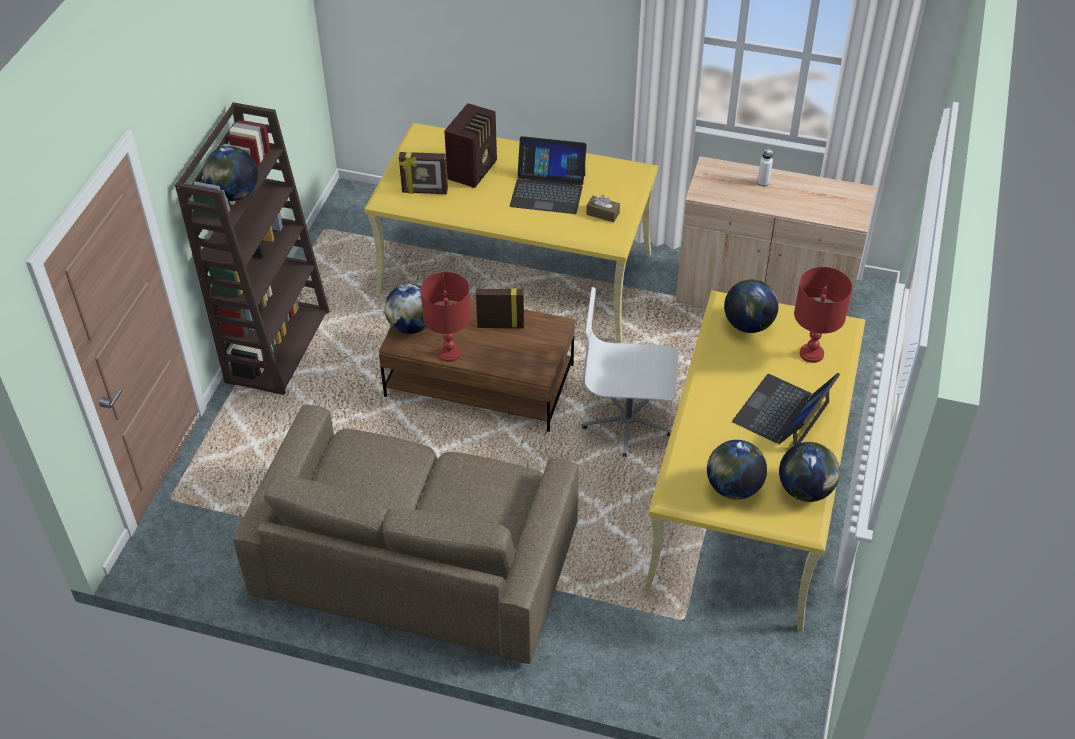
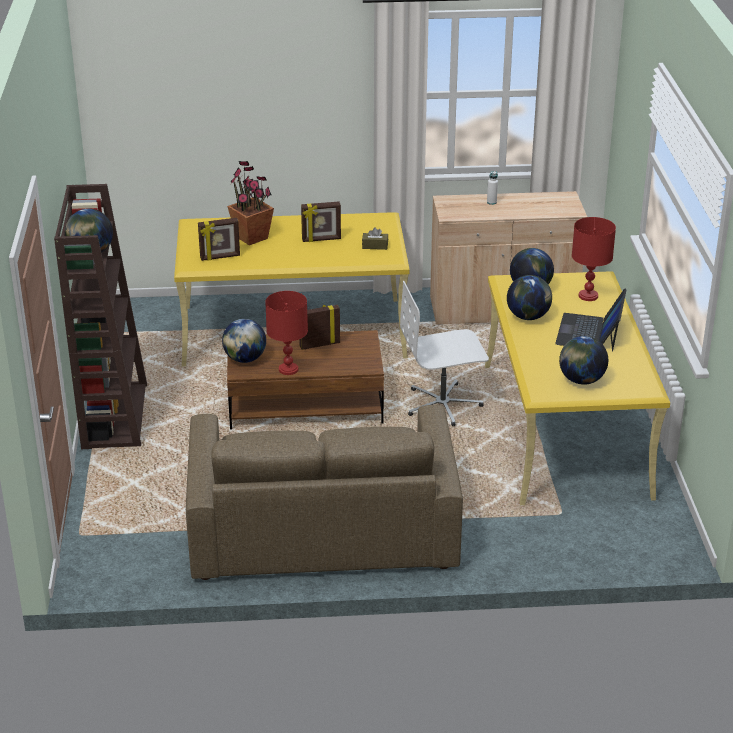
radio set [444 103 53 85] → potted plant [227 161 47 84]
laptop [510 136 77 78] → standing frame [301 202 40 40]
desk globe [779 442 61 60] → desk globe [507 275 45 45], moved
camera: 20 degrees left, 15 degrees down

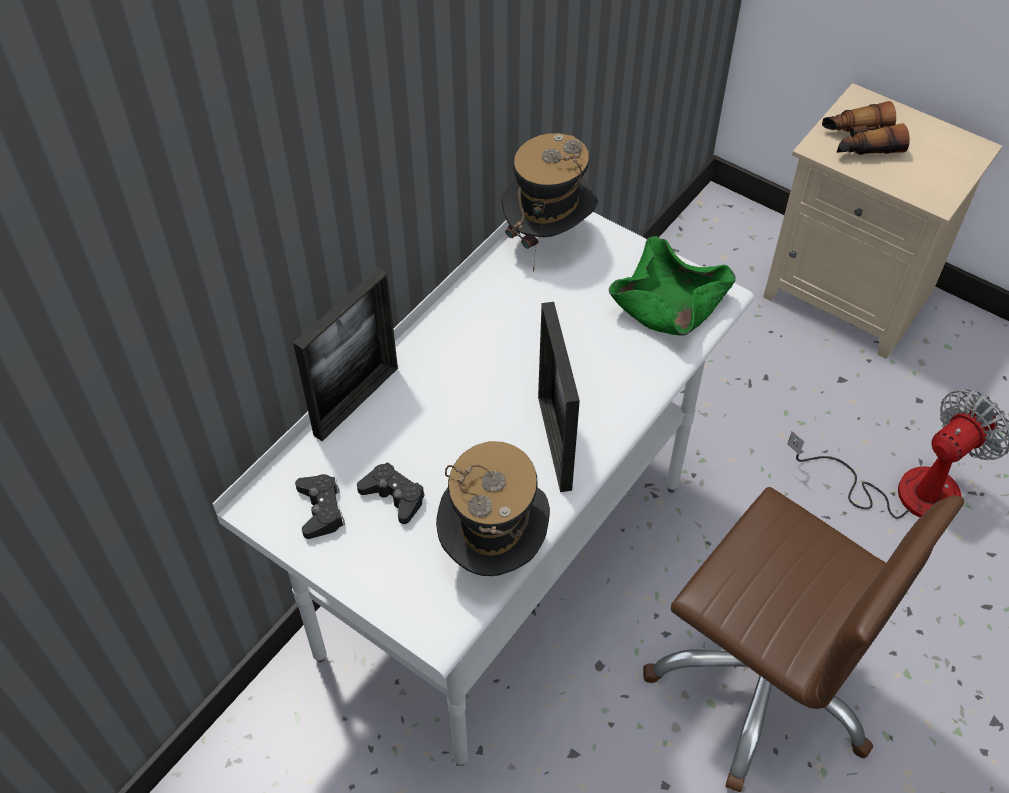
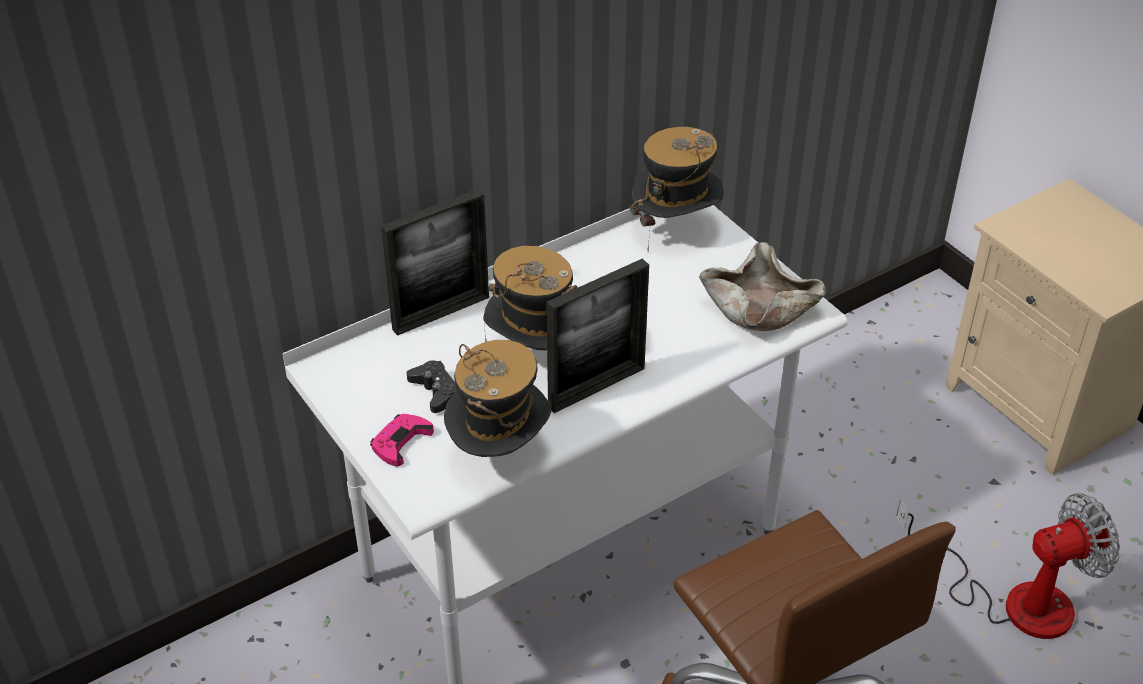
- → gamepad (pink) [370 414 64 53]
- → wearable hat [483 246 95 104]
standing frame [538 302 42 190] → standing frame [546 259 103 154], 135 degrees counterclockwise
deep dish (green) [609 236 127 100] → deep dish (beige-coloured) [699 242 127 89]
gamepad (black) [295 474 50 65] → -
binoculars [822 101 88 54] → -
camera: 20 degrees right, 10 degrees down

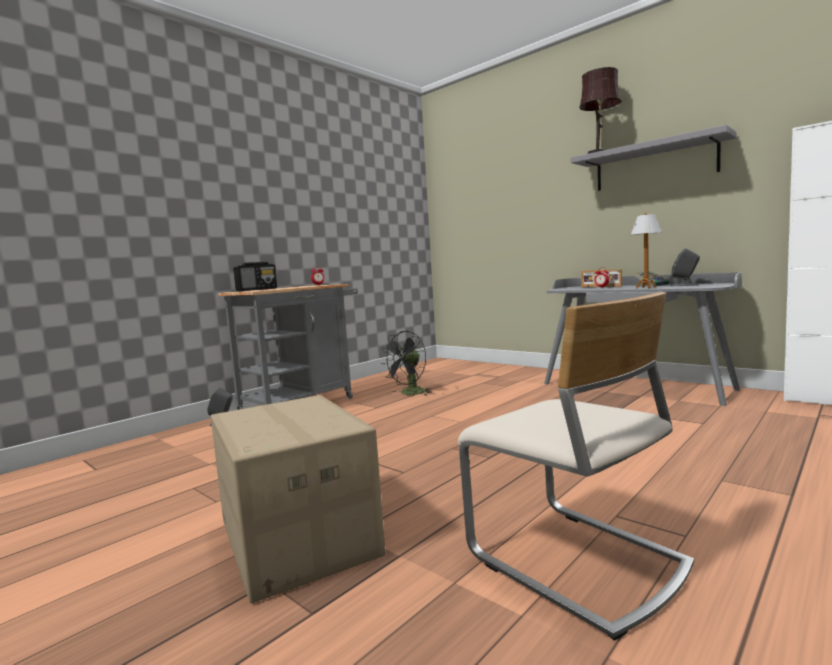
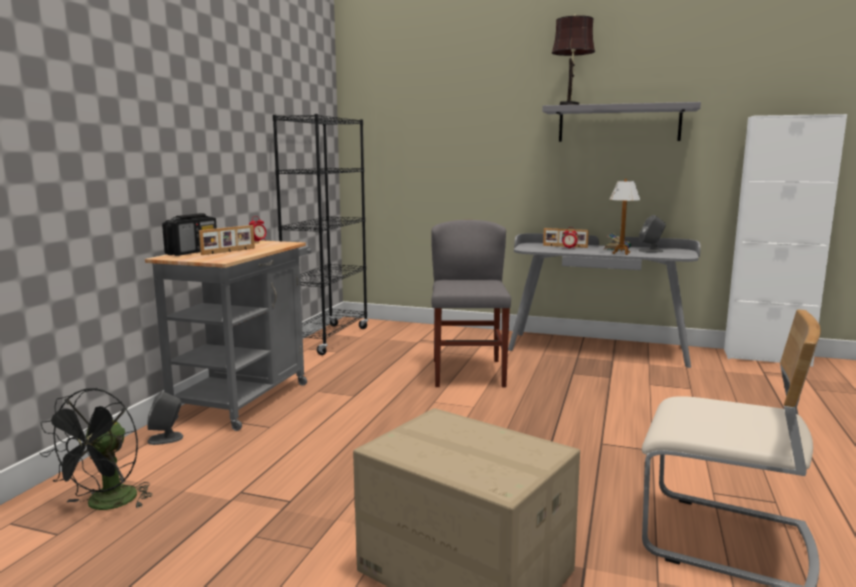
cooling fan (black) [381 331 51 64] → cooling fan (black) [39 388 114 122], moved
- → standing frame [199 225 56 30]
- → shelving unit (black) [273 114 95 241]
- → upright chair (gray) [431 220 80 167]
camera: 25 degrees left, 5 degrees up

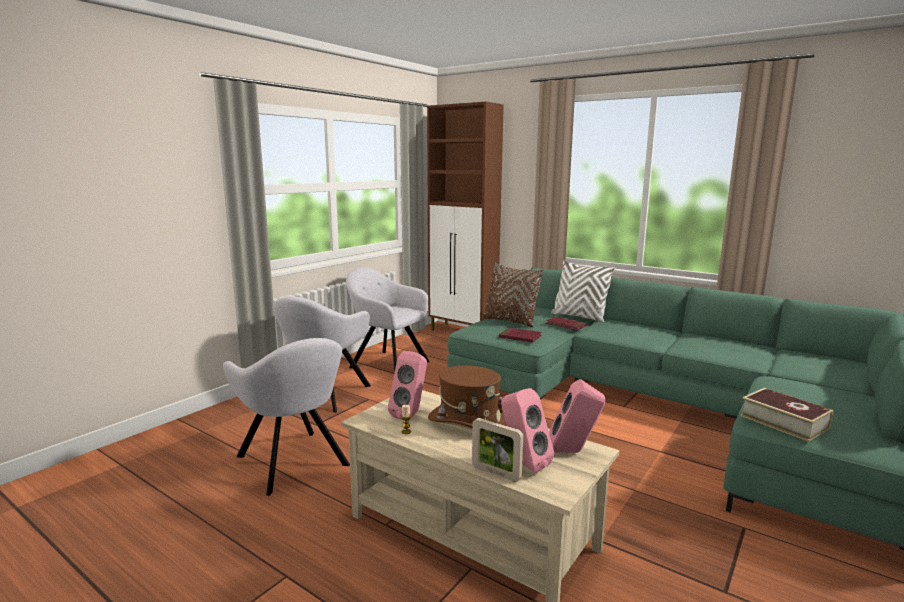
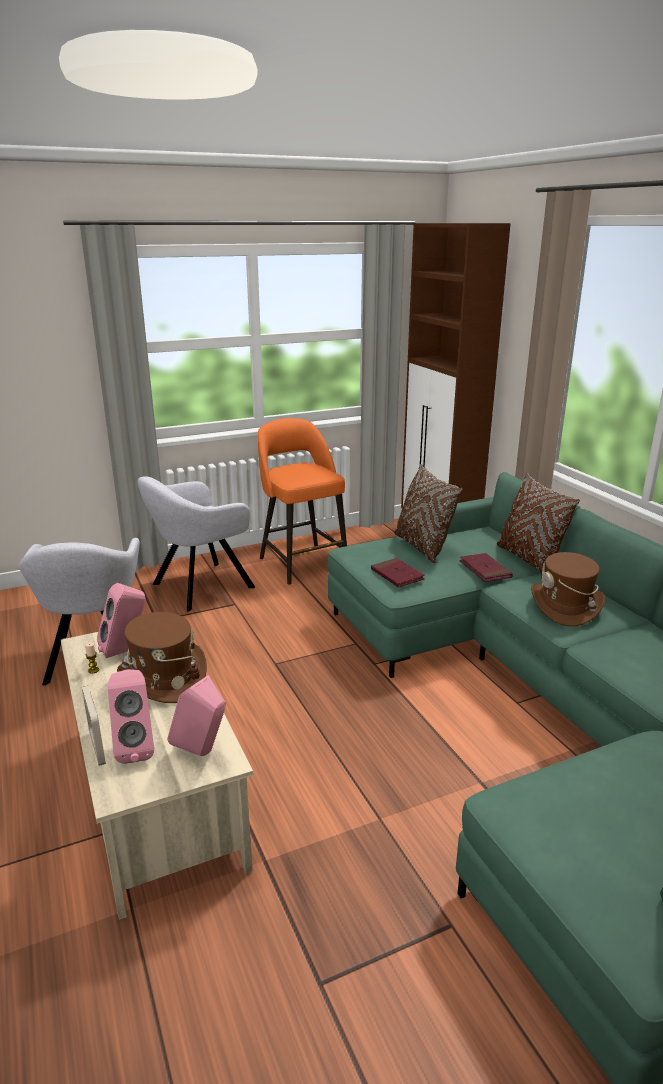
armchair (gray) [346 267 84 106] → stool seat (orange) [258 418 89 167]
cushion (whitish) [551 260 64 62] → cushion (brown) [497 473 83 101]
- → wearable hat (brown) [531 552 74 74]
volume [740 388 93 54] → -
camera: 30 degrees right, 10 degrees up

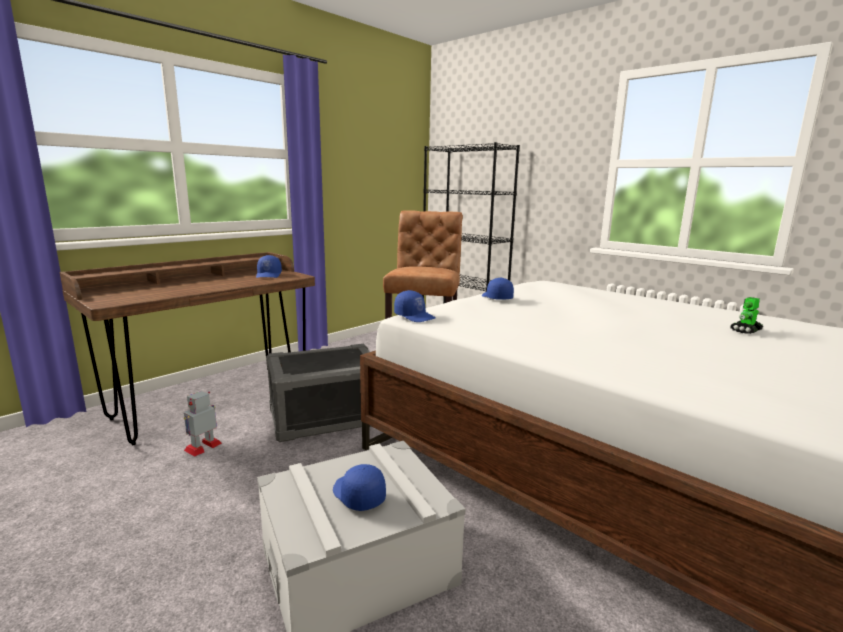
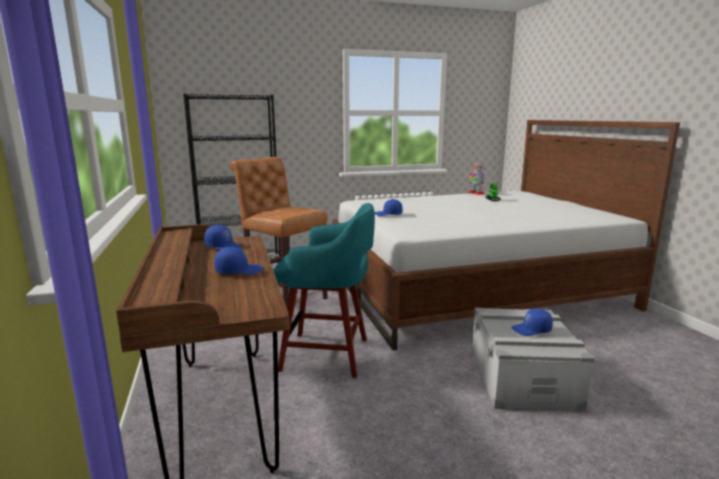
peaked cap (blue-coloured) [394 290 42 32] → peaked cap (blue-coloured) [214 247 49 28], moved
storage box (gray) [266 344 106 98] → stool seat (turquoise) [273 203 102 175]
robot figure [184 391 38 66] → robot figure [468 163 17 32], moved
camera: 60 degrees left, 0 degrees up

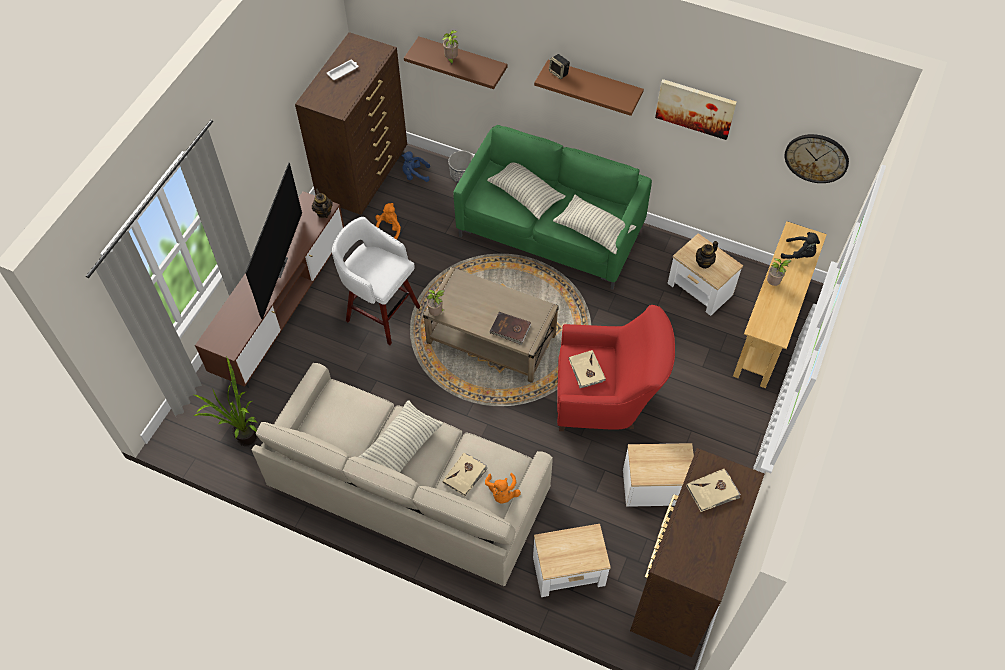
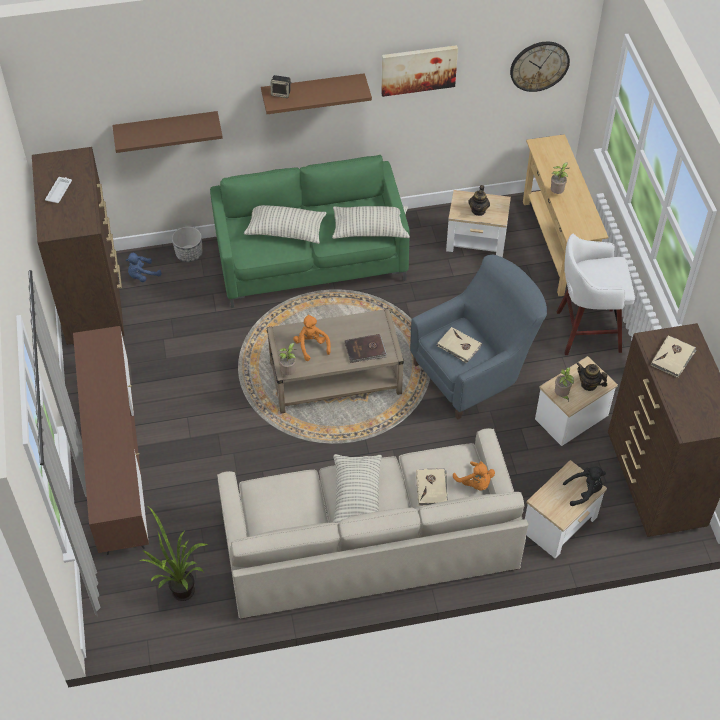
cuddly toy (orange) [376 203 25 37] → cuddly toy (orange) [293 314 38 47], moved
armchair (red-coloured) [557 305 118 126] → armchair (blue-coloured) [410 254 137 166]
potted plant [442 30 16 36] → potted plant [555 367 19 35], moved
stool seat (whitish) [332 217 88 128] → stool seat (whitish) [557 234 78 121], moved
cuddly toy (black) [781 232 39 27] → cuddly toy (black) [563 466 43 40], moved
teapot [312 188 21 30] → teapot [577 362 30 29], moved
TV [245 163 57 156] → -
camera: 35 degrees left, 5 degrees down

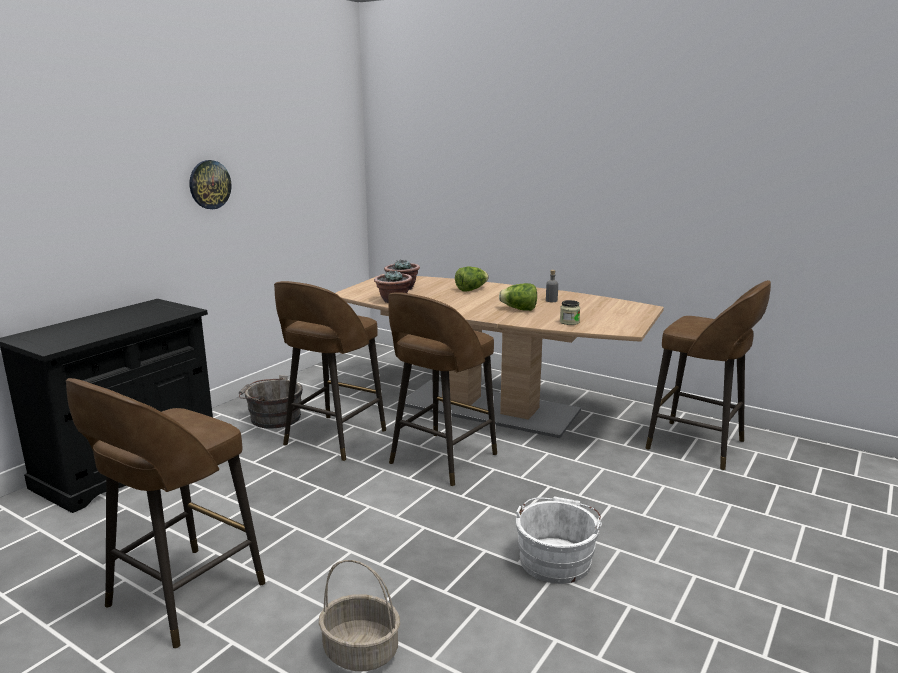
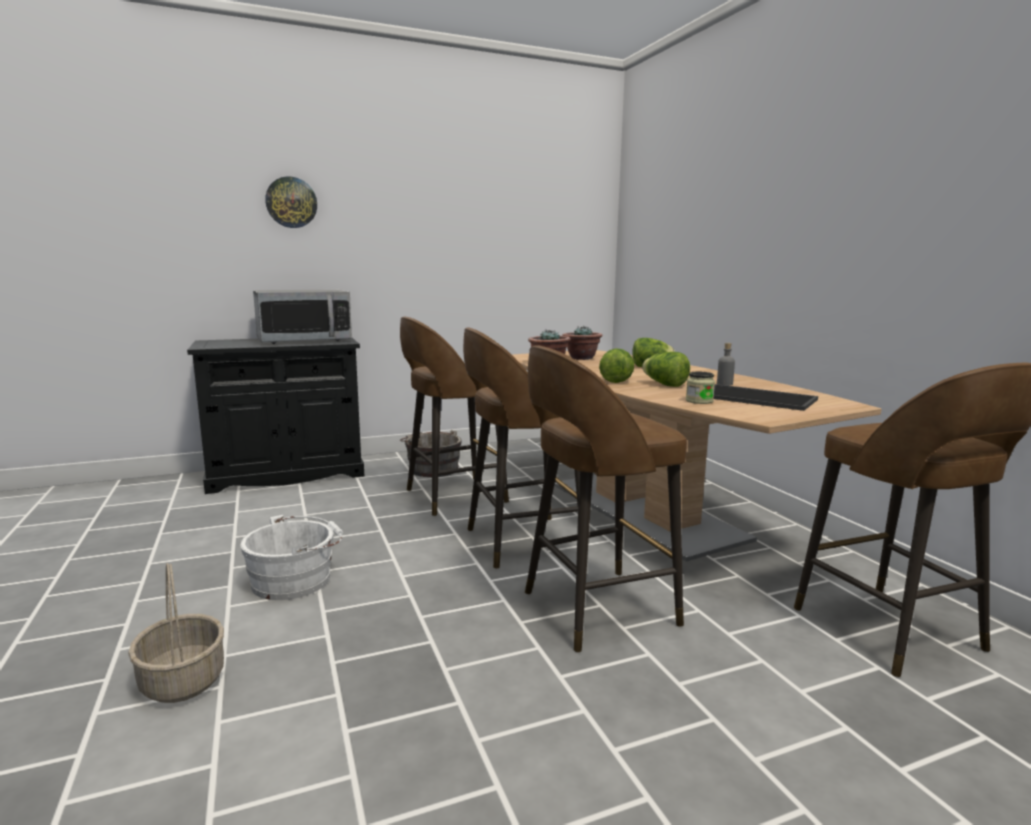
water bucket (whitish) [516 497 86 87] → water bucket (whitish) [240 515 103 85], moved
- → microwave oven [253 290 99 54]
clock on the wall [189 160 42 49] → clock on the wall [265 176 52 52], moved
stool seat (brown) [66 378 199 271] → stool seat (brown) [525 345 162 308], moved
- → lettuce head [599 348 35 35]
- → tray [714 384 104 27]
camera: 35 degrees right, 5 degrees down

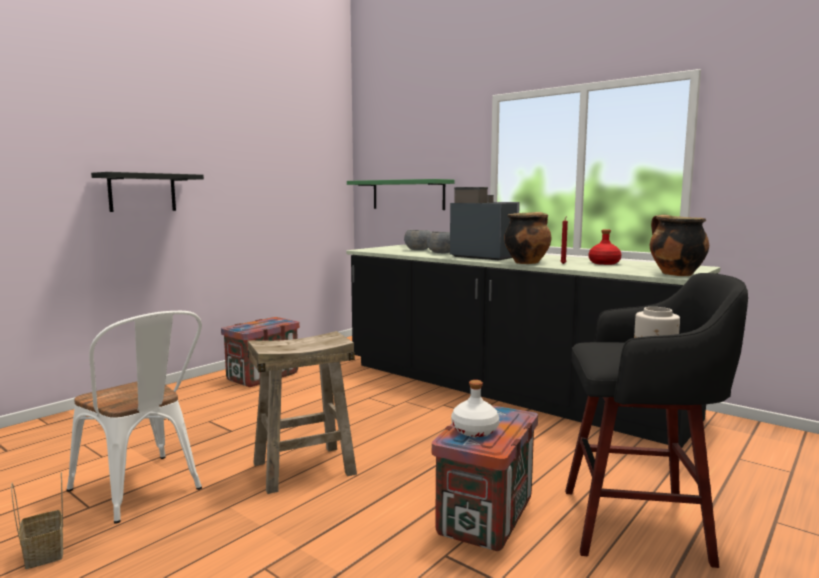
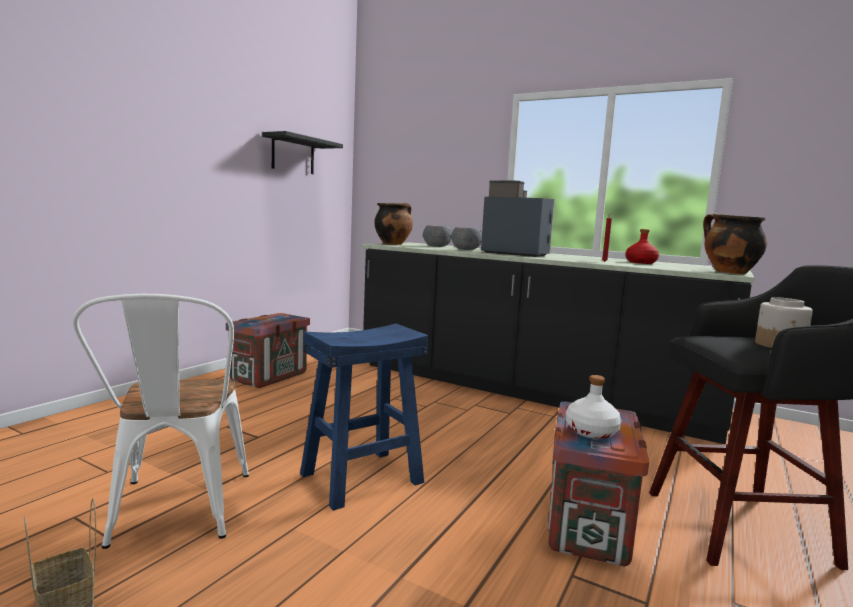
upright chair (whitish) [67 311 135 213] → upright chair (whitish) [73 294 176 255], 45 degrees clockwise
wall shelf (black) [91 172 113 40] → wall shelf (black) [262 131 81 43], moved
stool seat (beige-coloured) [247 331 110 163] → stool seat (blue-coloured) [300 324 128 187]
saucepot [504 212 47 52] → saucepot [374 203 39 42], moved
wall shelf (green) [347 179 108 31] → -
camera: 10 degrees left, 0 degrees up

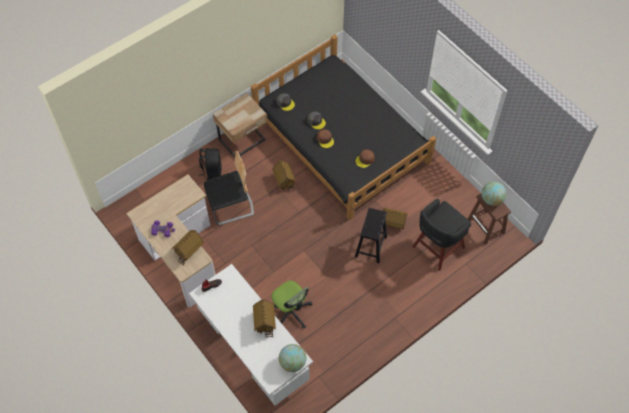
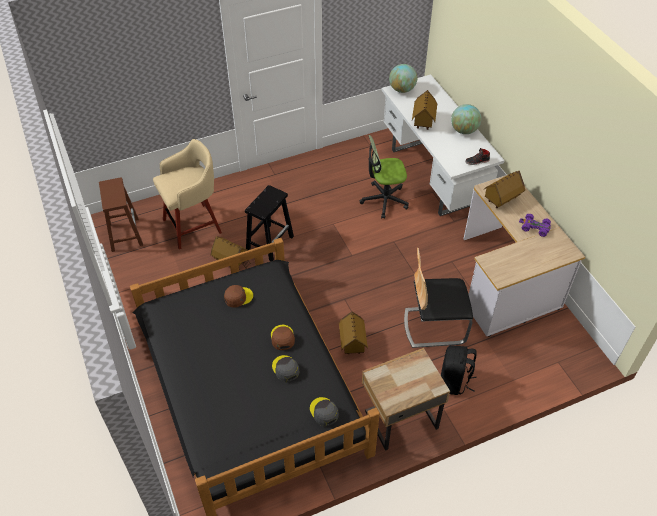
stool seat (black) [412 199 59 72] → stool seat (beige-coloured) [153 139 69 110]
office chair [271 281 42 48] → office chair [359 135 50 84], 75 degrees counterclockwise
desk globe [482 181 25 25] → desk globe [451 104 30 30], moved
camera: 165 degrees left, 10 degrees down

